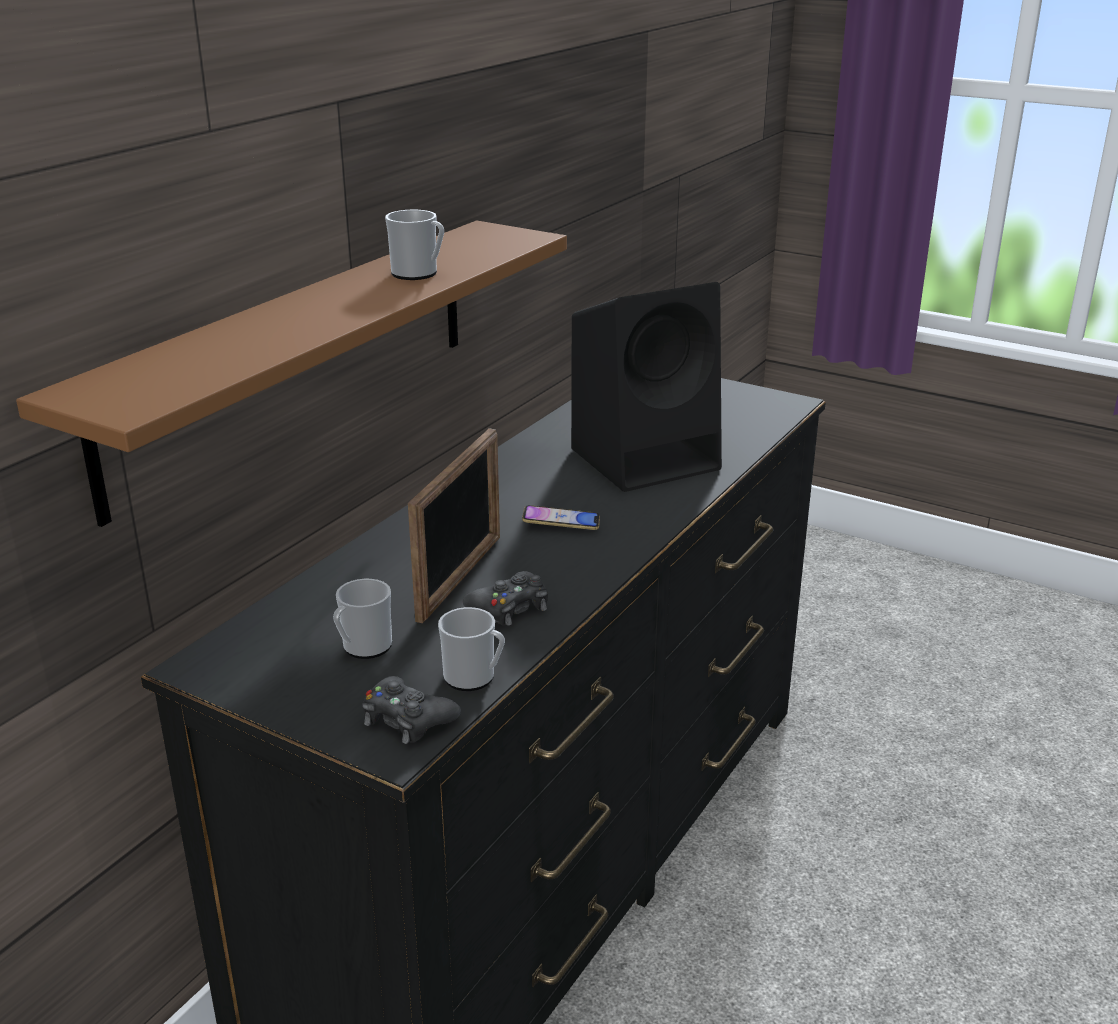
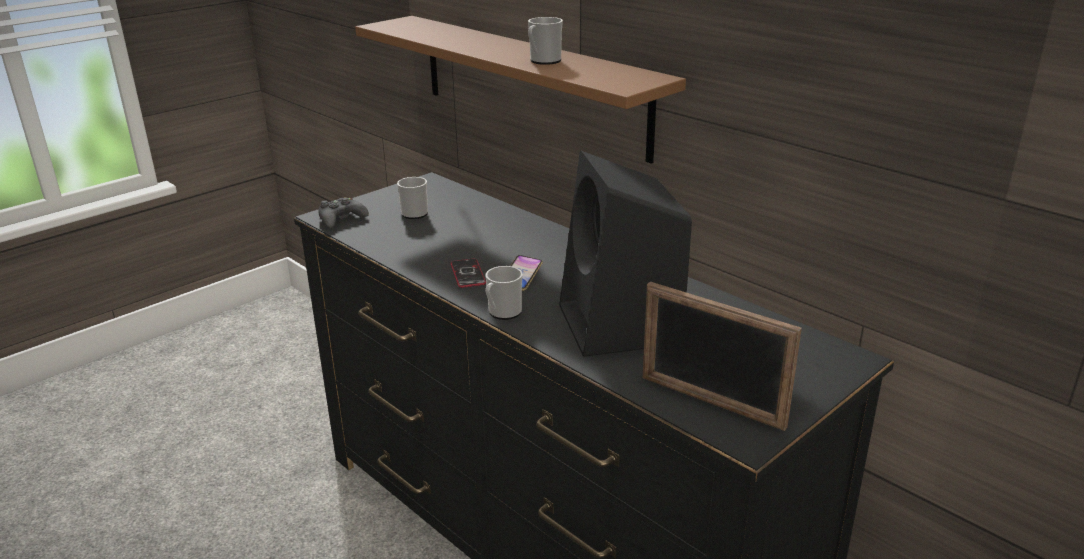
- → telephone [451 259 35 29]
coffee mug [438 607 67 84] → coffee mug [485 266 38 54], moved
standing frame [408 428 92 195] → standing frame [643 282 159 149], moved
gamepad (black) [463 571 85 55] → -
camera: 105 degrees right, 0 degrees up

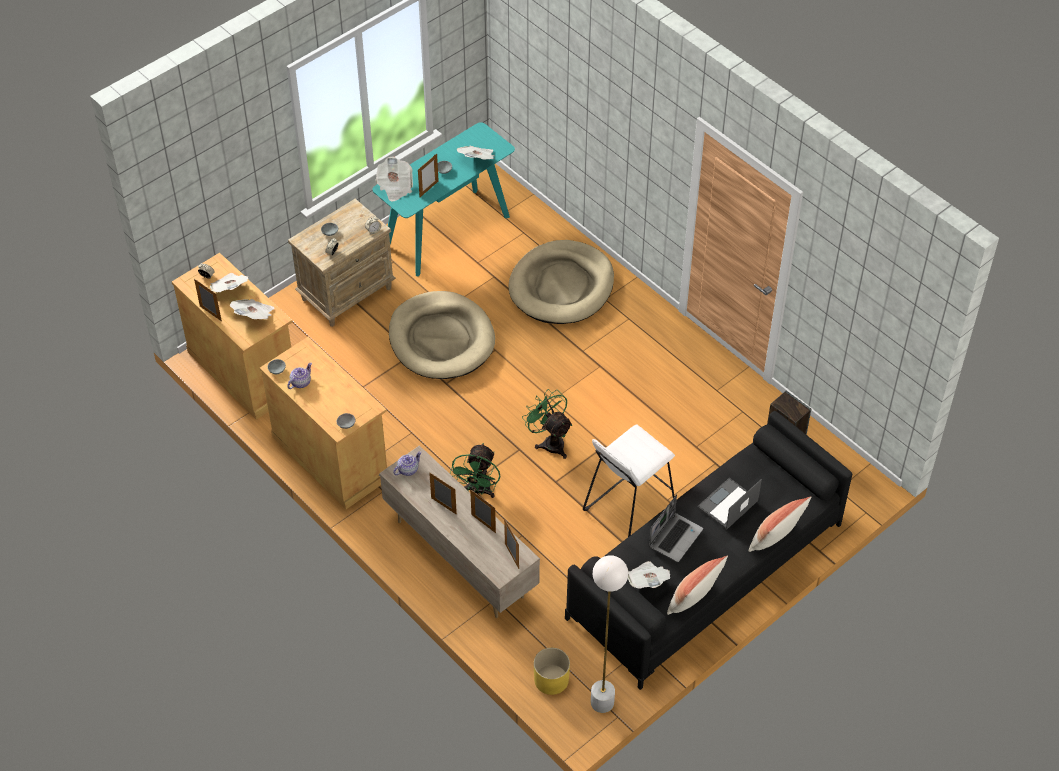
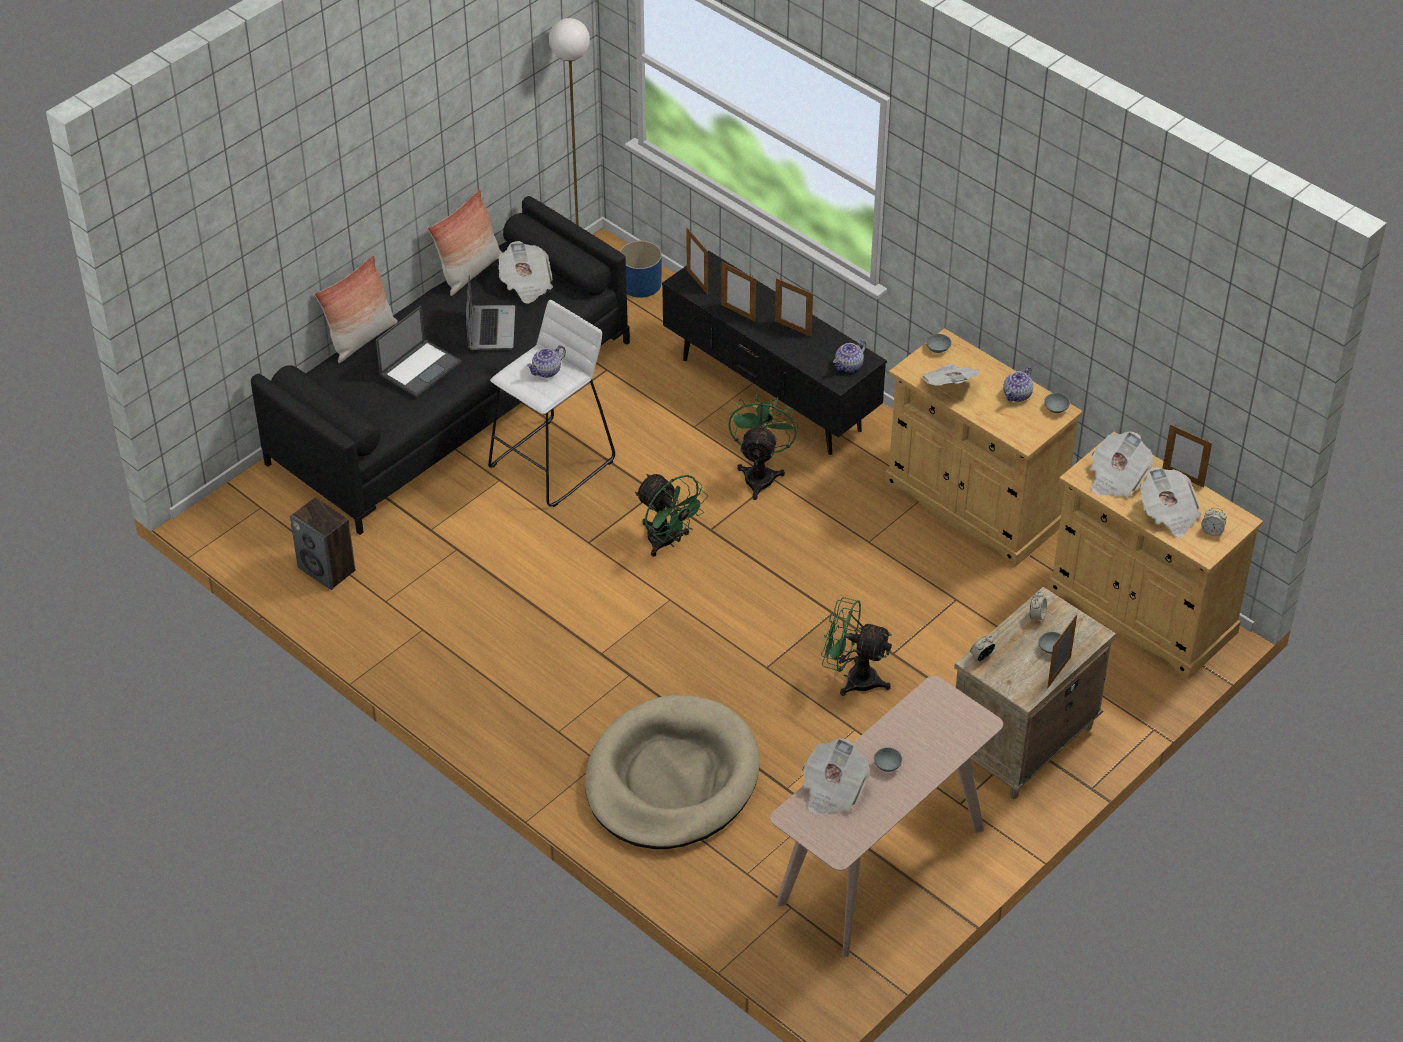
laptop [649 494 54 68] → laptop [466 275 49 75], 150 degrees clockwise
- → teapot [527 345 39 33]
planter (yellow) [534 648 36 47] → planter (blue-coloured) [619 241 43 57]
media console (beige-coloured) [379 445 161 173] → media console (black) [662 250 225 205]
console table (turquoise) [372 122 143 155] → console table (beige-coloured) [770 676 233 281]
dog cushion (beige-coloured) [389 291 106 88] → cooling fan (green) [821 597 71 99]
newspaper [376 156 37 46] → newspaper [922 364 58 22], moved
standing frame [418 154 21 43] → standing frame [1047 614 30 74], moved
camera: 175 degrees right, 5 degrees down

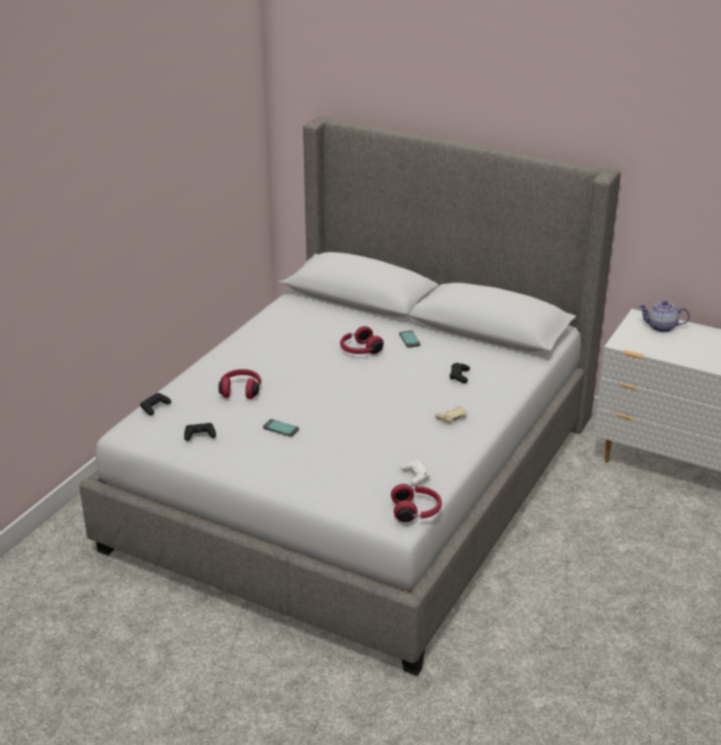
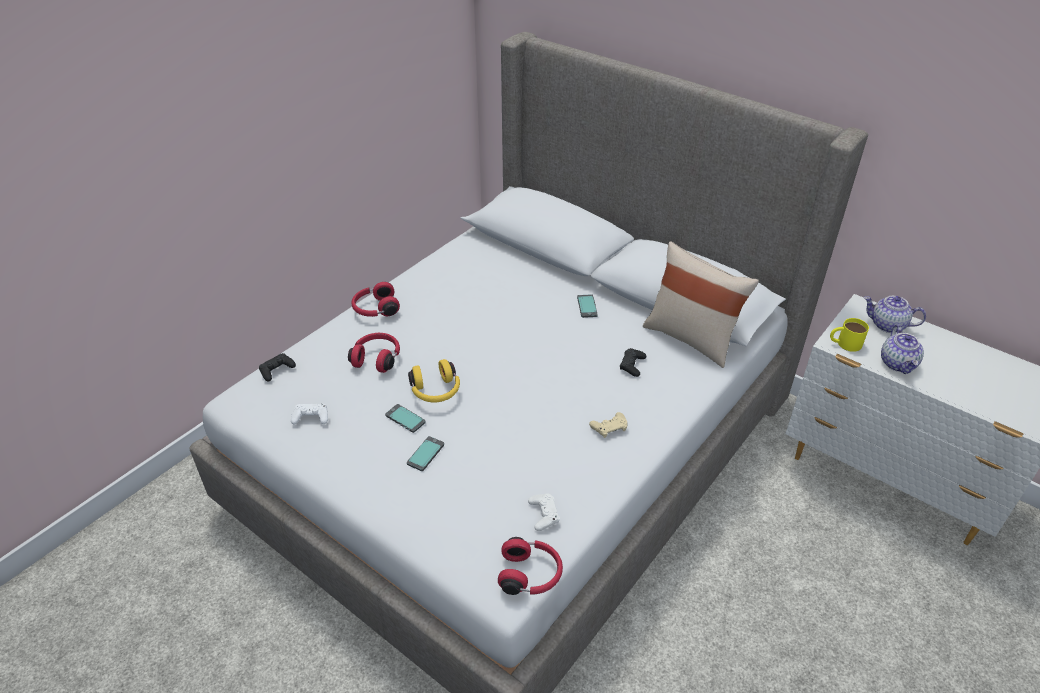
gamepad (black) [184 423 32 18] → gamepad (whitish) [291 404 37 21]
pair of headphones (red-coloured) [340 326 44 28] → pair of headphones (red-coloured) [351 282 49 35], moved
- → telephone [407 436 37 35]
- → pair of headphones (yellow) [408 359 52 44]
- → cushion (beige-coloured) [643 241 116 127]
- → coffee mug (yellow) [830 318 39 34]
- → teapot [881 325 43 49]
camera: 10 degrees right, 10 degrees up

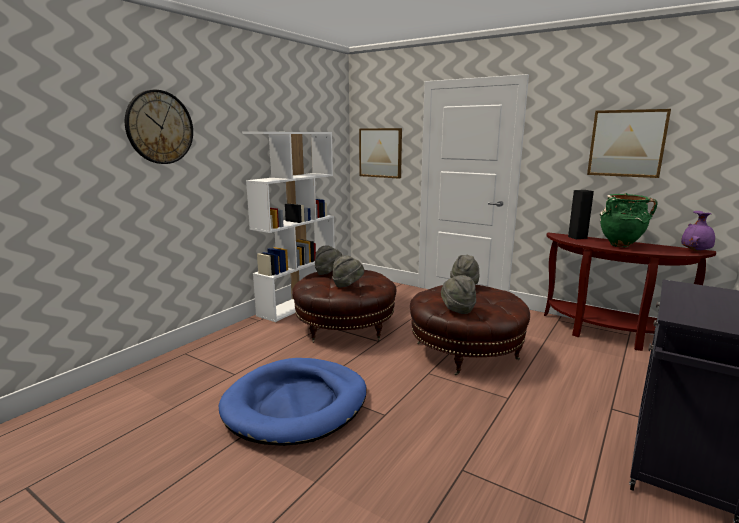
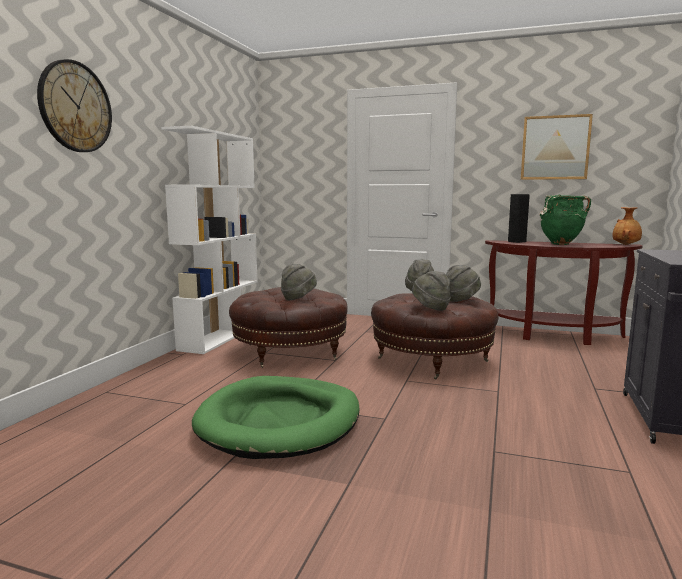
dog cushion (blue-coloured) [219 358 148 88] → dog cushion (green) [192 376 168 83]
wearable hat (gray) [315 246 27 29] → wearable hat (gray) [446 265 35 37], moved
flower vase (purple) [681 211 34 40] → flower vase (brown) [612 207 30 38]
picture [359 128 43 51] → -
camera: 15 degrees left, 5 degrees down

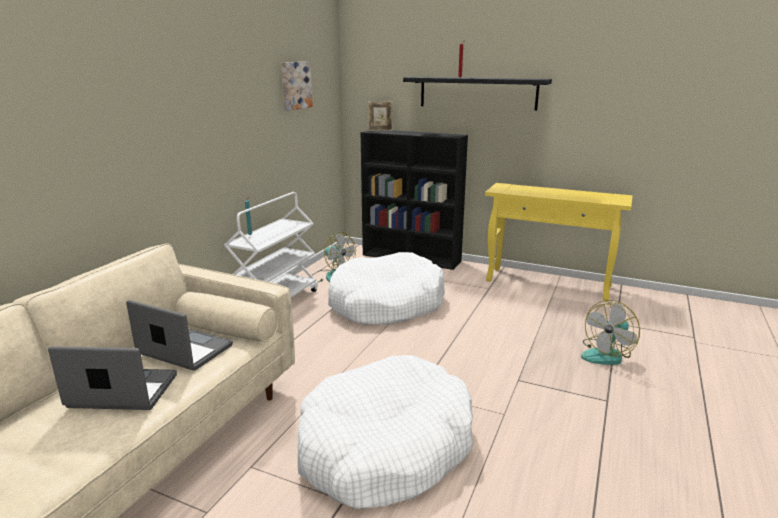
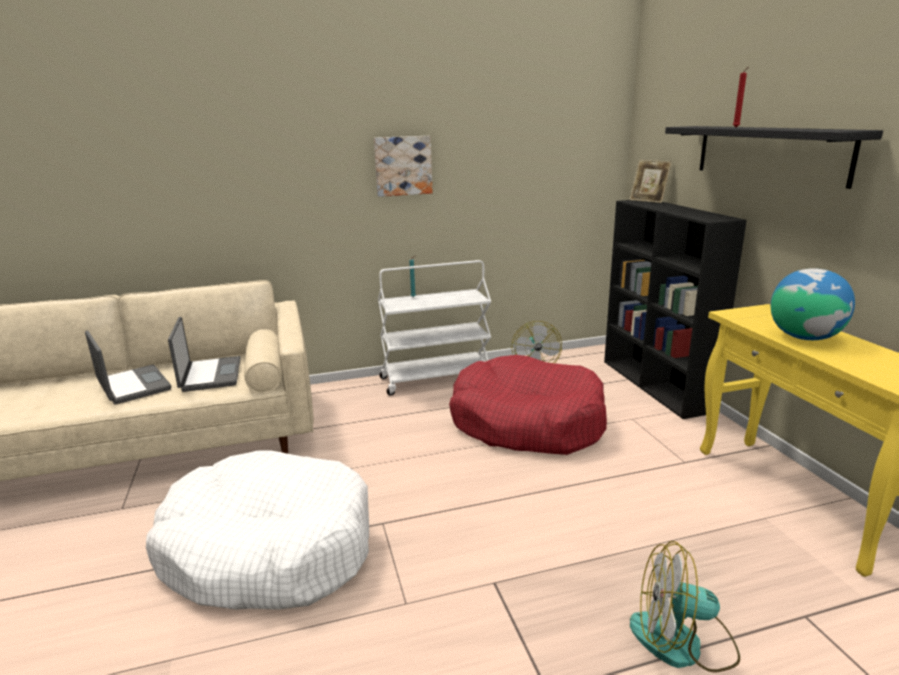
picture [281 62 32 48] → picture [374 136 59 61], moved
dog cushion (whitish) [328 252 117 73] → dog cushion (red-coloured) [449 355 158 100]
- → desk globe [771 268 84 72]
camera: 50 degrees right, 0 degrees up

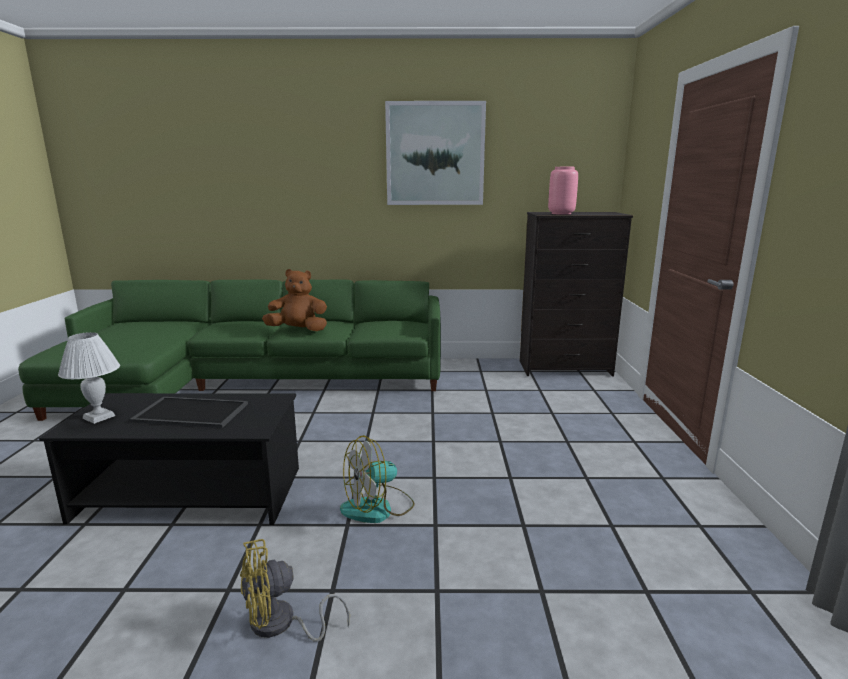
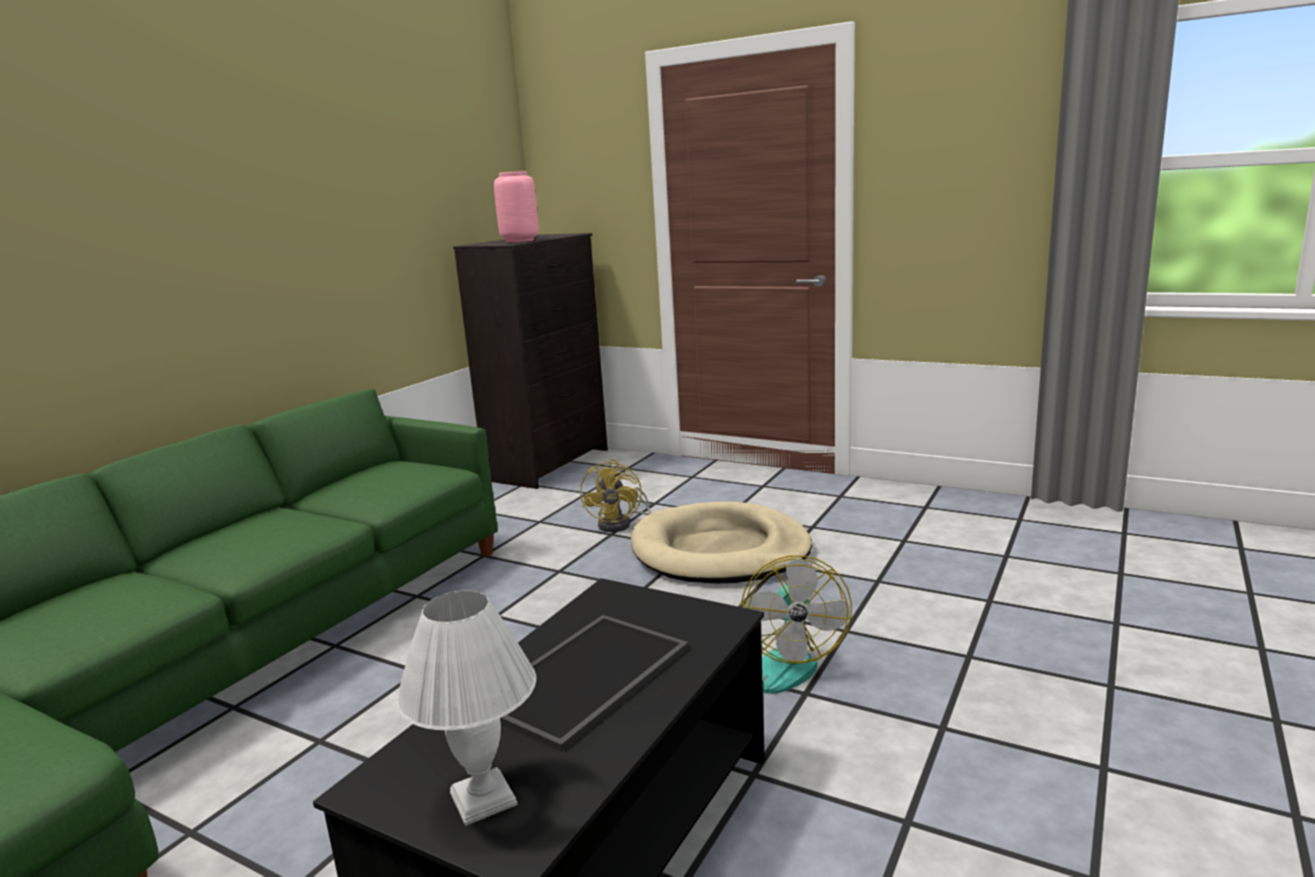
cooling fan (yellow) [240 539 110 103] → cooling fan (yellow) [580 459 71 73], moved
- → dog cushion (beige-coloured) [631 501 181 82]
cuddly toy (brown) [262 269 65 62] → -
picture [385 101 101 104] → -
camera: 60 degrees left, 0 degrees up

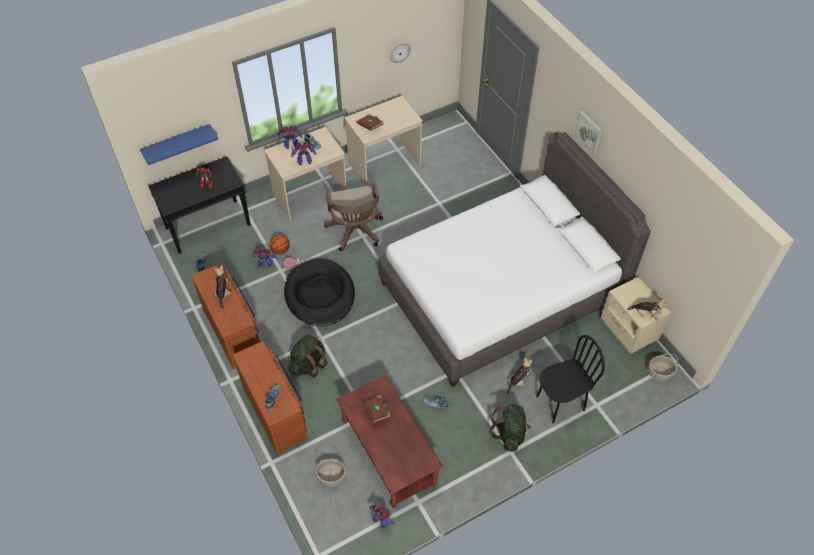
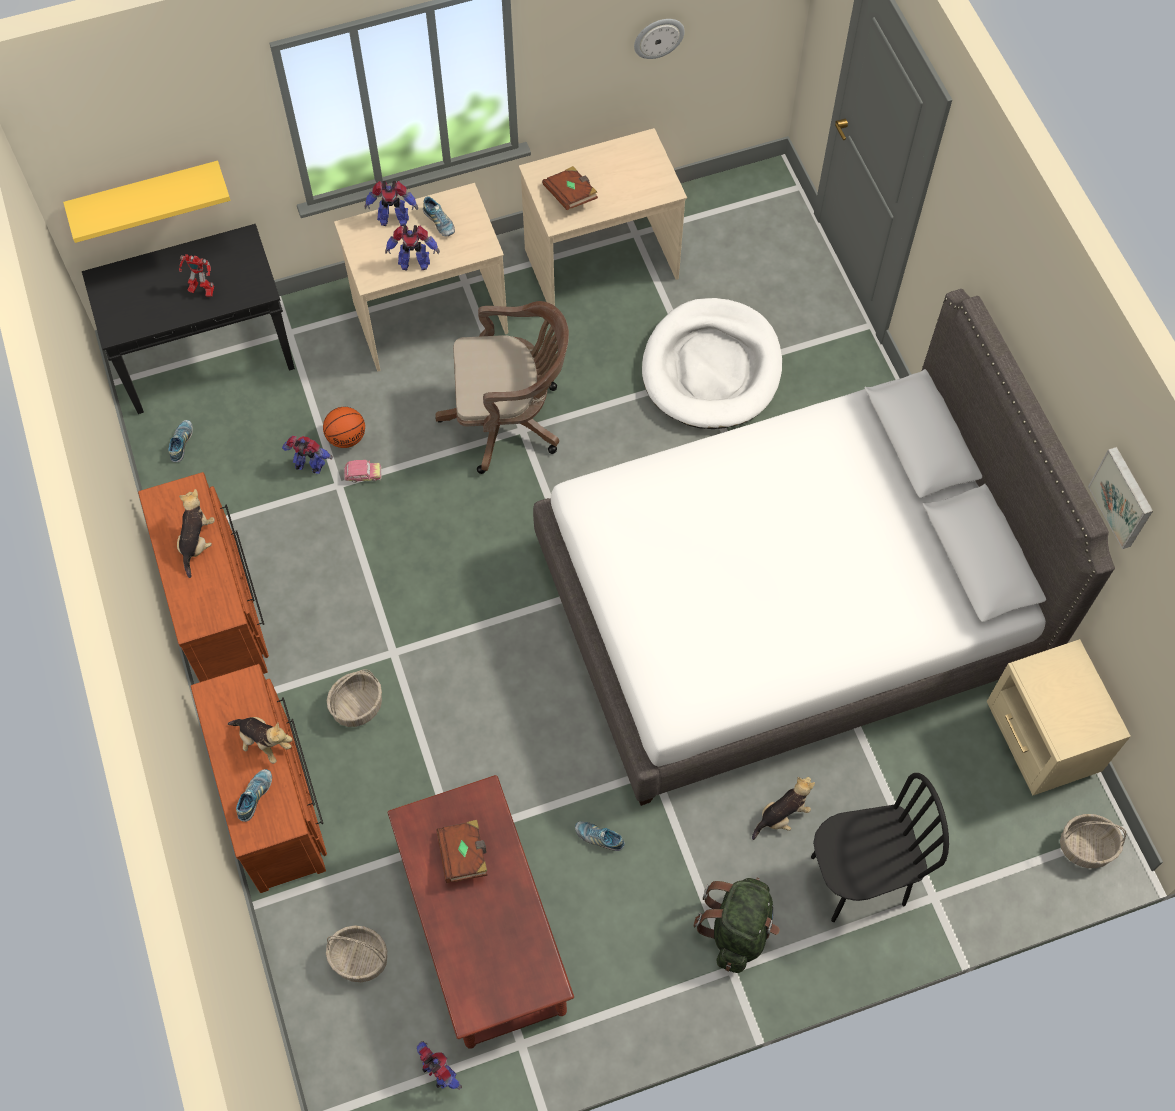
wall shelf (blue-coloured) [140 124 78 41] → wall shelf (yellow) [63 161 167 82]
cuddly toy [627 298 42 23] → cuddly toy [228 717 64 47], moved
backpack (green) [289 334 39 44] → household basket [327 669 55 58]
office chair (brown) [324 182 59 69] → office chair (brown) [435 301 134 173], 90 degrees counterclockwise
- → dog cushion (whitish) [642 298 140 131]
picture [574 110 28 45] → picture [1088 447 65 102], moved
dog cushion (black) [284 259 71 67] → -
camera: 10 degrees right, 10 degrees up

